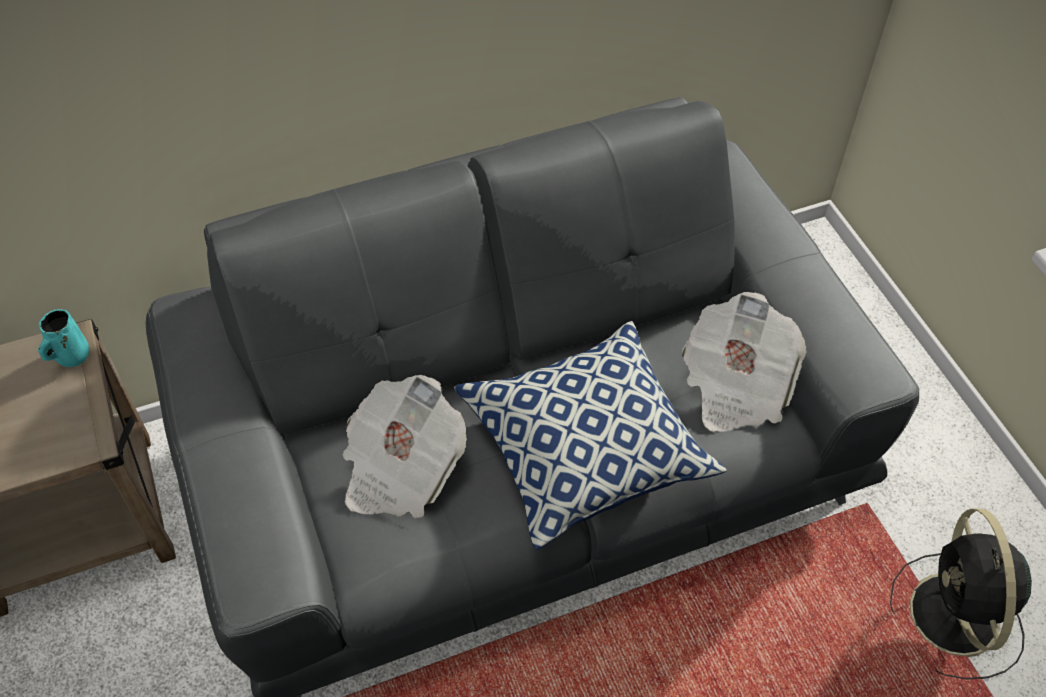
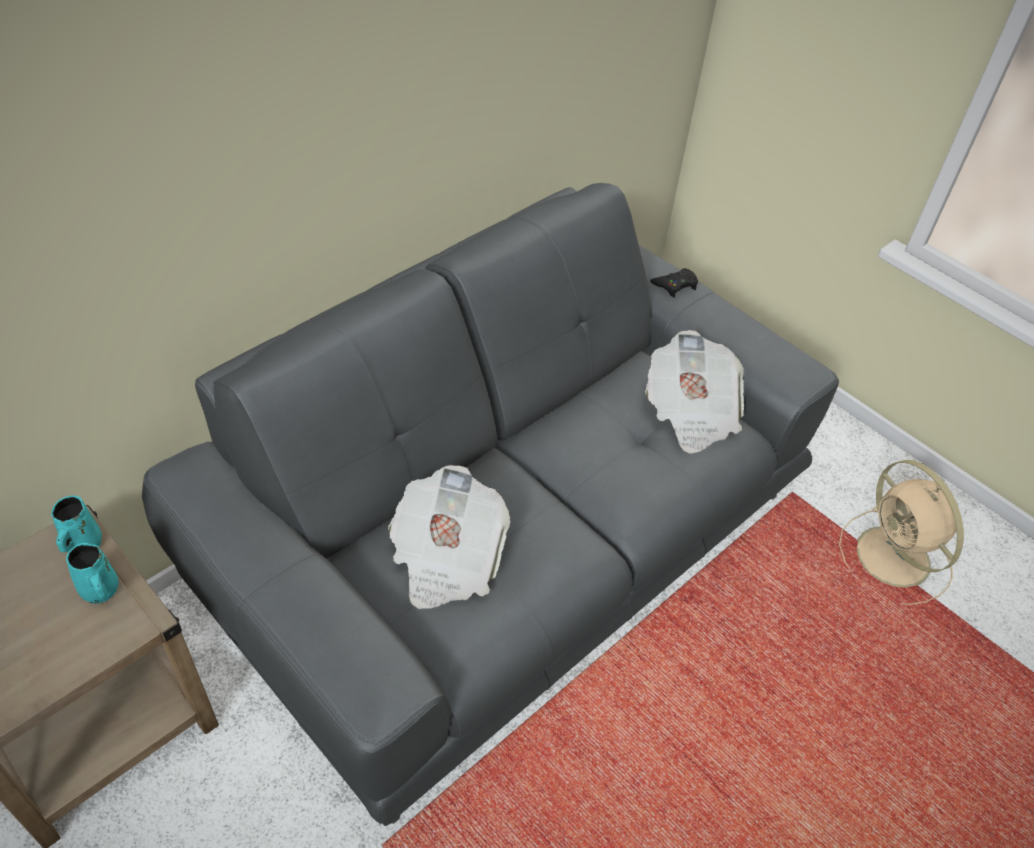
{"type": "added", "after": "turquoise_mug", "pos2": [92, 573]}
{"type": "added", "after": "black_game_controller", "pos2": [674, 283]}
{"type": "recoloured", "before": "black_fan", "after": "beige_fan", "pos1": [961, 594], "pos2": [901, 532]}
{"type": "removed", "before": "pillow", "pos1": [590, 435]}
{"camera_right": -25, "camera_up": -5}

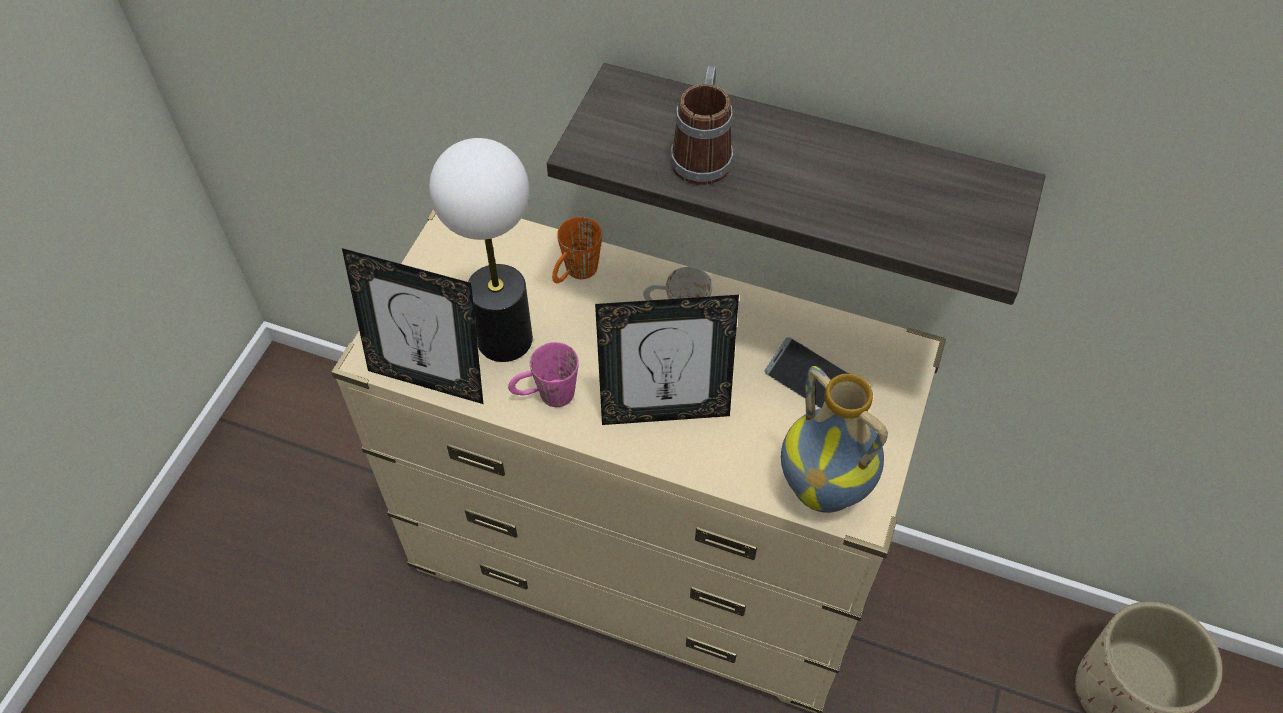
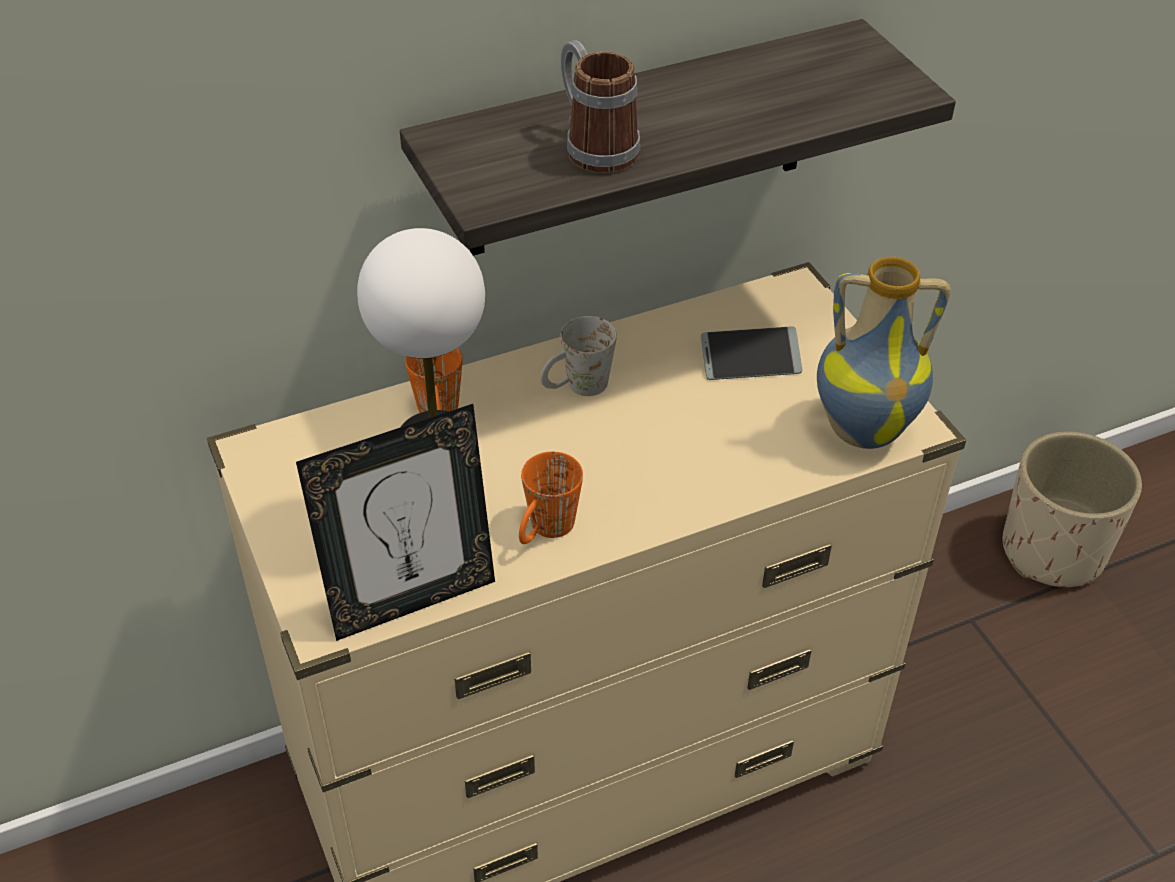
{"type": "recoloured", "before": "pink_mug", "after": "orange_mug", "pos1": [543, 374], "pos2": [551, 497]}
{"type": "removed", "before": "picture_frame", "pos1": [667, 360]}
{"camera_right": -45, "camera_up": -10}

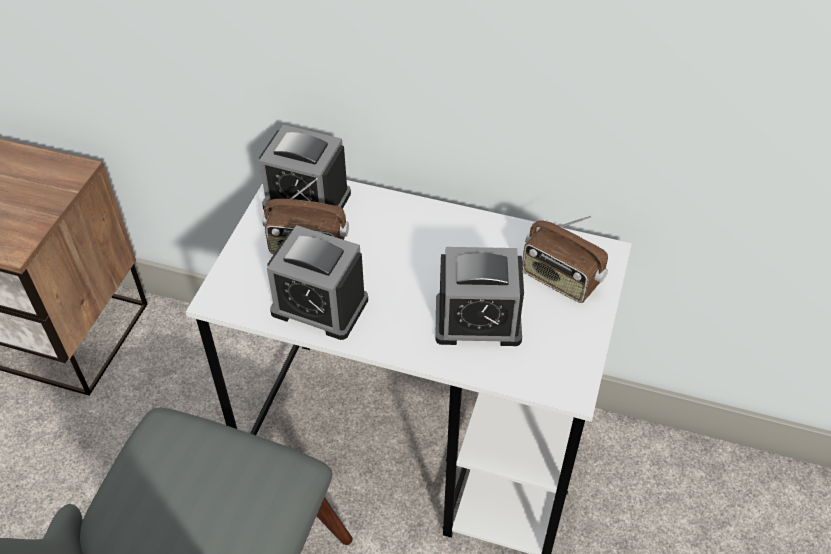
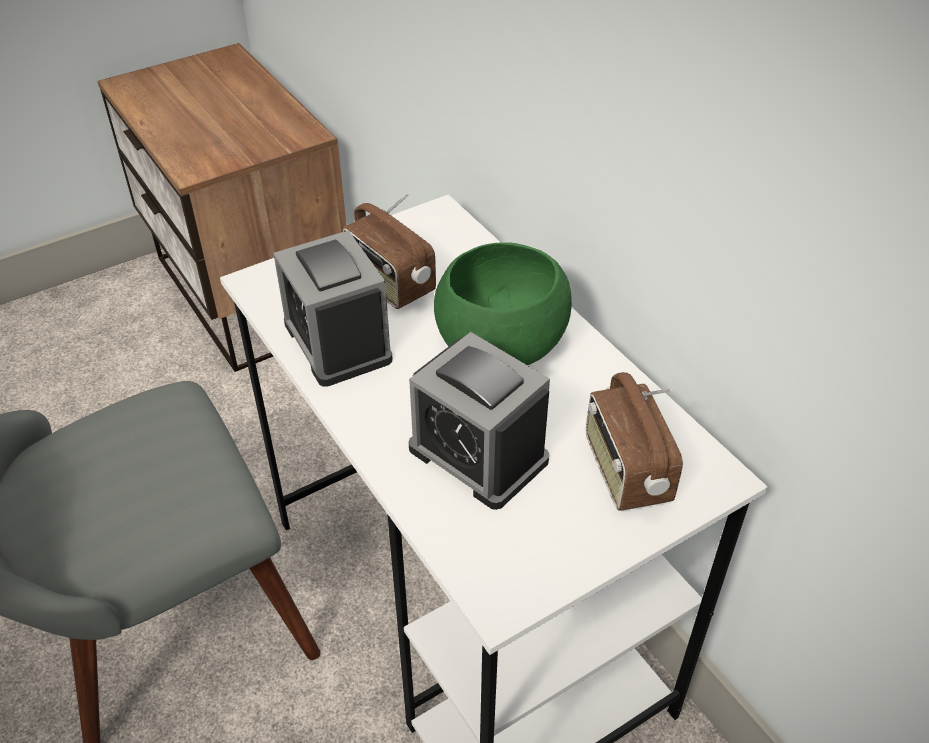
{"type": "added", "after": "green_bowl", "pos2": [503, 303]}
{"type": "removed", "before": "alarm_clock", "pos1": [305, 168]}
{"camera_right": 40, "camera_up": -5}

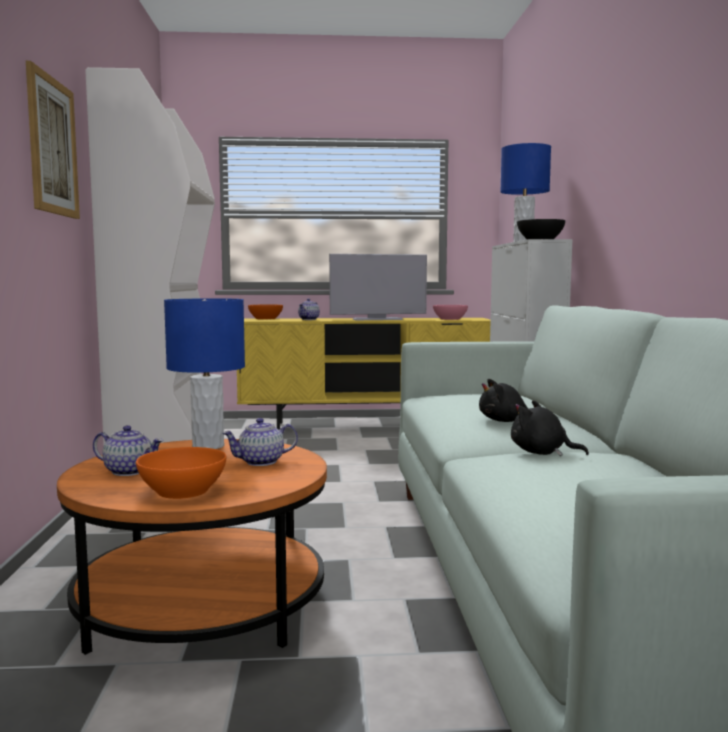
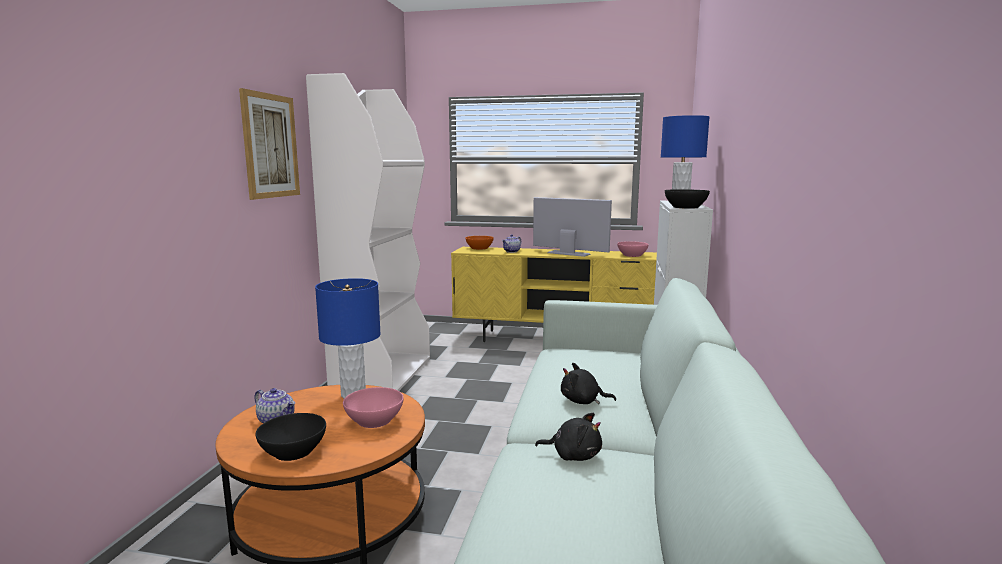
{"type": "recoloured", "before": "orange_bowl", "after": "black_bowl", "pos1": [181, 473], "pos2": [290, 437]}
{"type": "replaced", "before": "teapot", "after": "pink_bowl", "pos1": [260, 442], "pos2": [373, 407]}
{"type": "turned", "before": "television", "pos1": [378, 287], "pos2": [572, 227], "turn": -150}
{"type": "turned", "before": "black_plush_toy", "pos1": [550, 428], "pos2": [568, 437], "turn": 150}
{"camera_right": 15, "camera_up": 5}

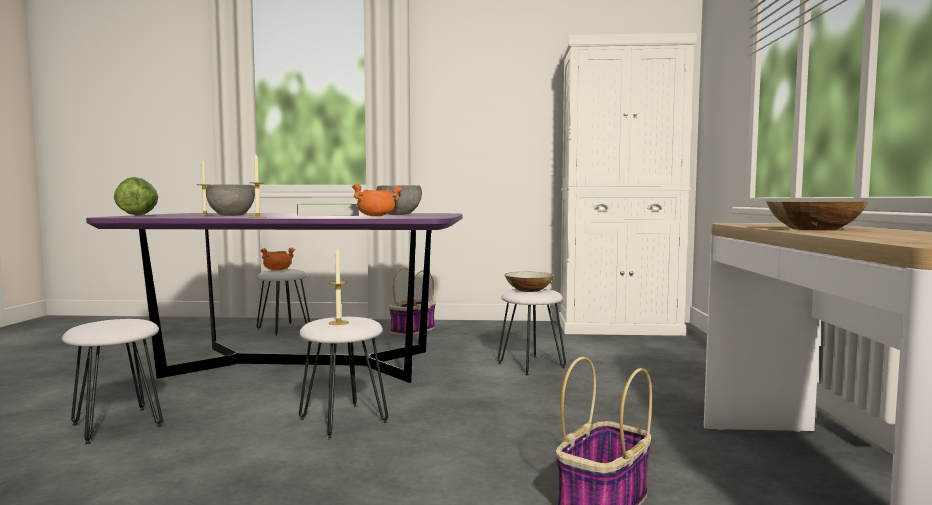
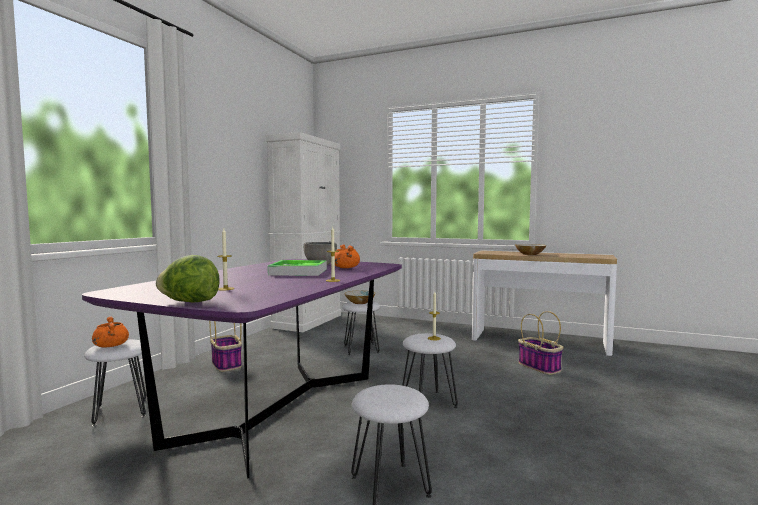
{"type": "removed", "before": "grey_bowl", "pos1": [230, 200]}
{"camera_right": -70, "camera_up": 0}

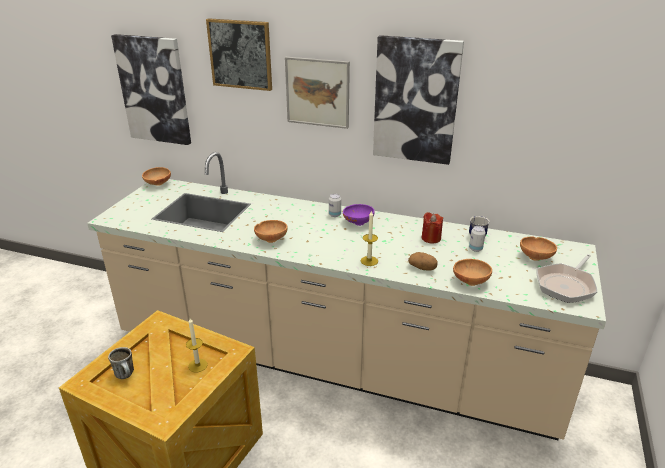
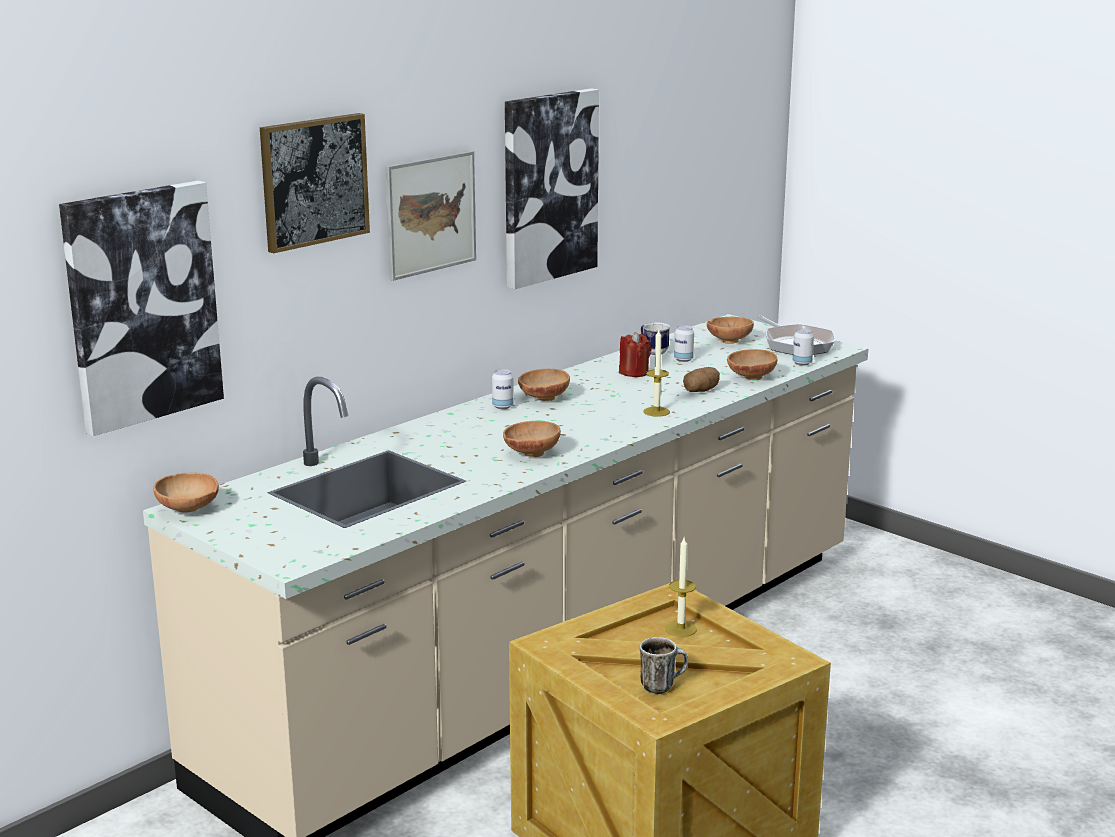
{"type": "recoloured", "before": "purple_bowl", "after": "brown_bowl", "pos1": [359, 215], "pos2": [544, 385]}
{"type": "added", "after": "can", "pos2": [803, 347]}
{"camera_right": -65, "camera_up": -10}

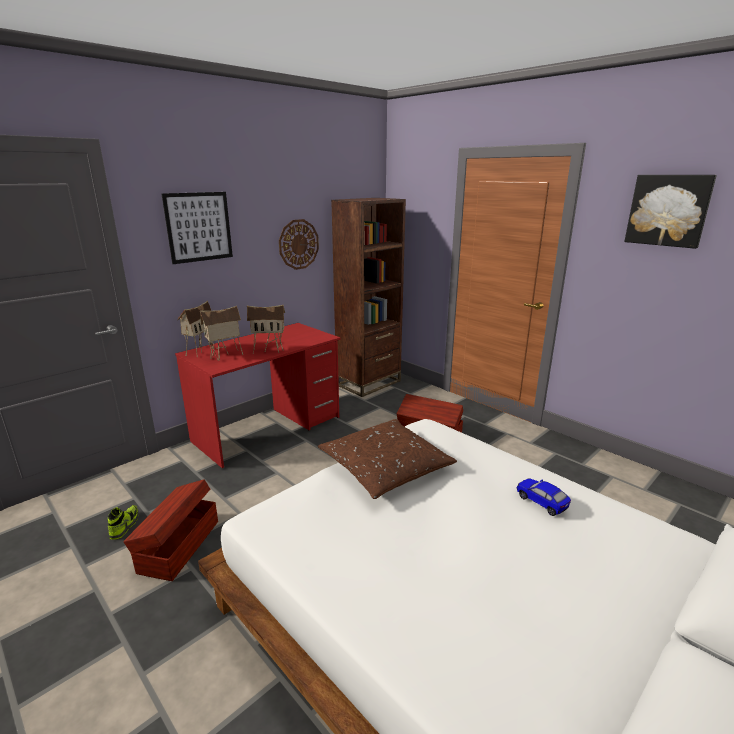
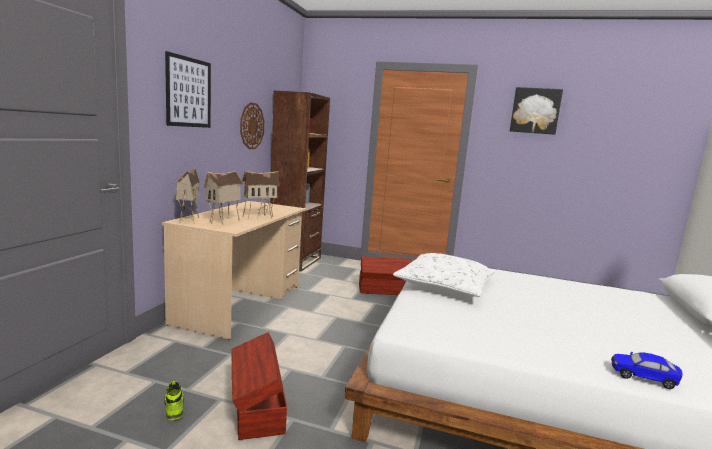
{"type": "recoloured", "before": "red_desk", "after": "beige_desk", "pos1": [257, 395], "pos2": [234, 270]}
{"type": "recoloured", "before": "brown_pillow", "after": "white_pillow", "pos1": [387, 459], "pos2": [444, 275]}
{"type": "moved", "before": "toy_car", "pos1": [544, 497], "pos2": [647, 370]}
{"camera_right": -30, "camera_up": -10}

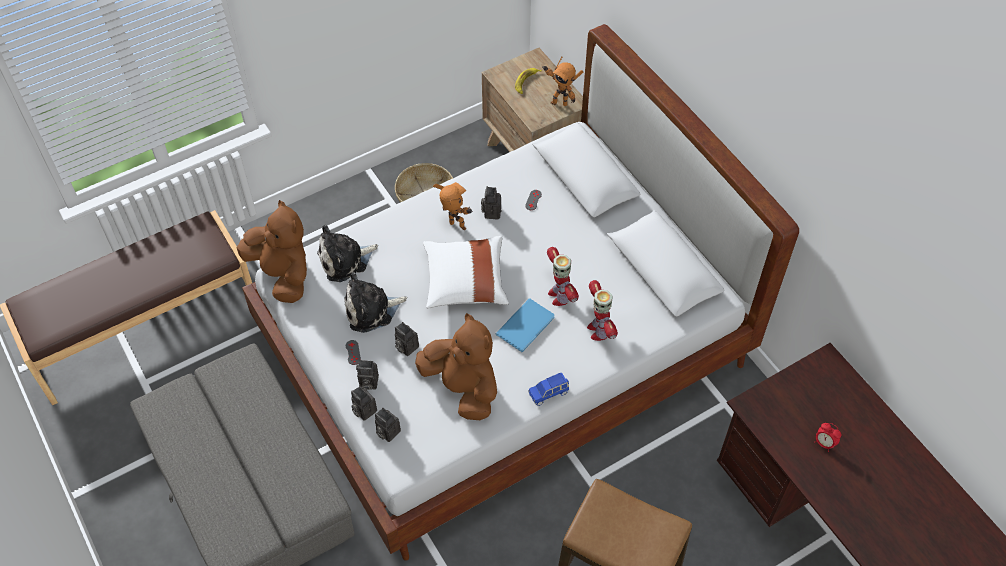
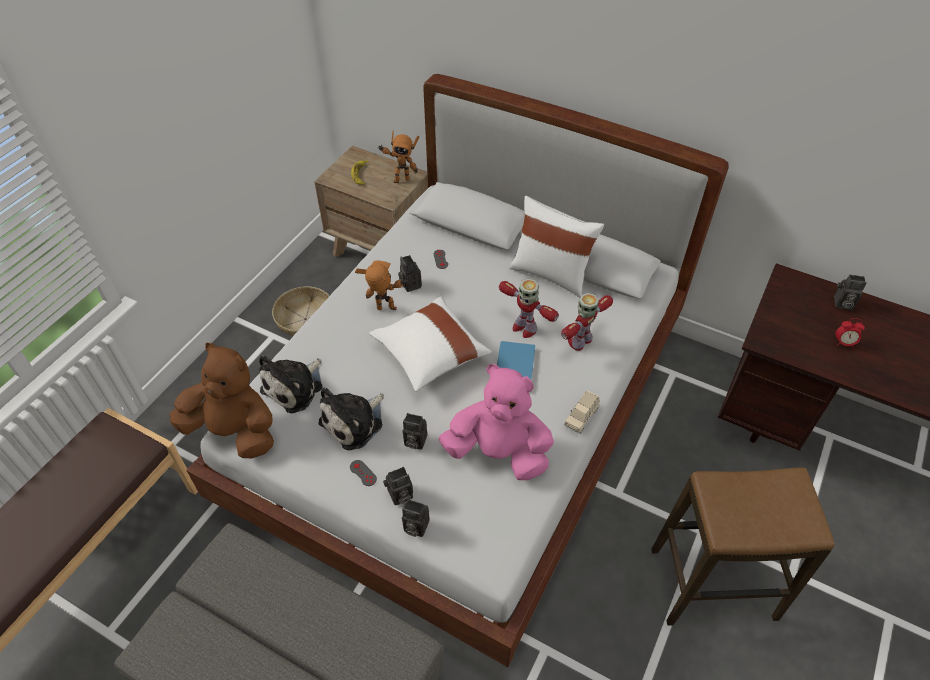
{"type": "recoloured", "before": "brown_plush_toy", "after": "pink_plush_toy", "pos1": [456, 366], "pos2": [496, 422]}
{"type": "added", "after": "white_pillow", "pos2": [556, 247]}
{"type": "turned", "before": "toy_robot", "pos1": [602, 310], "pos2": [587, 322], "turn": 90}
{"type": "recoloured", "before": "blue_toy_car", "after": "beige_toy_car", "pos1": [548, 389], "pos2": [582, 412]}
{"type": "moved", "before": "photo_camera", "pos1": [388, 425], "pos2": [850, 292]}
{"camera_right": -30, "camera_up": -5}

